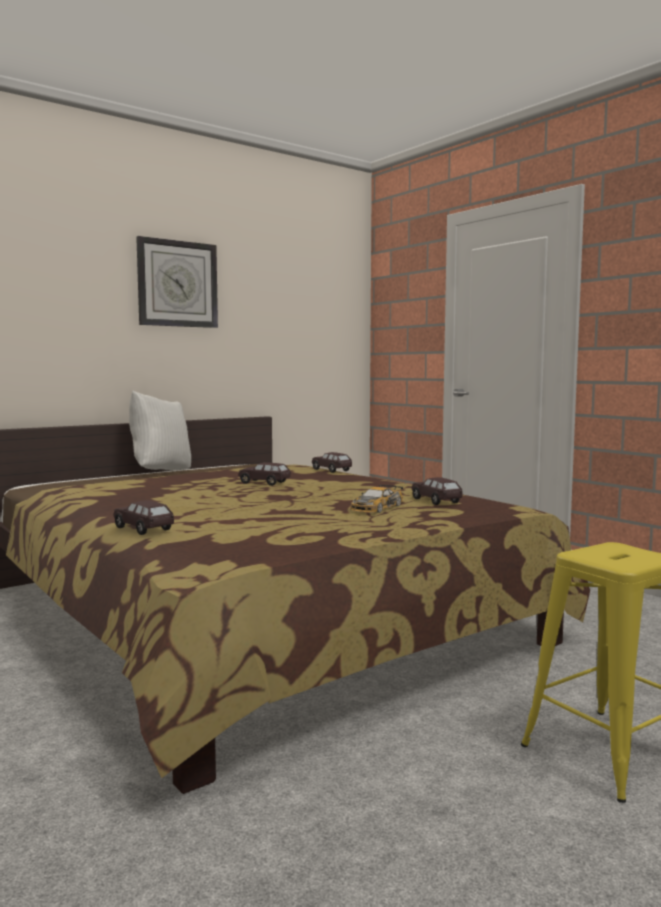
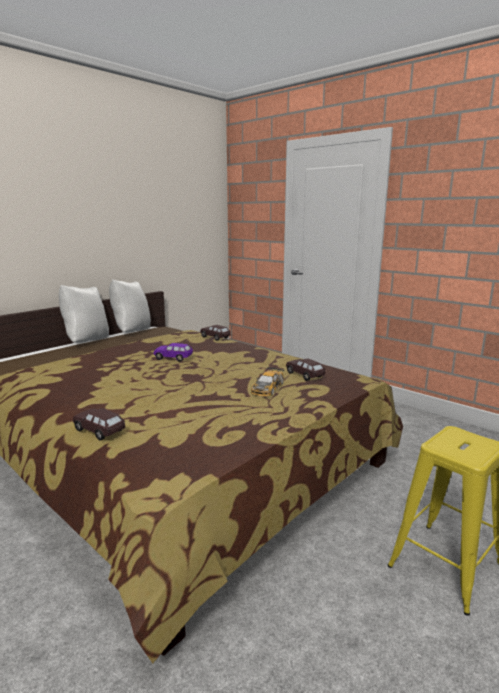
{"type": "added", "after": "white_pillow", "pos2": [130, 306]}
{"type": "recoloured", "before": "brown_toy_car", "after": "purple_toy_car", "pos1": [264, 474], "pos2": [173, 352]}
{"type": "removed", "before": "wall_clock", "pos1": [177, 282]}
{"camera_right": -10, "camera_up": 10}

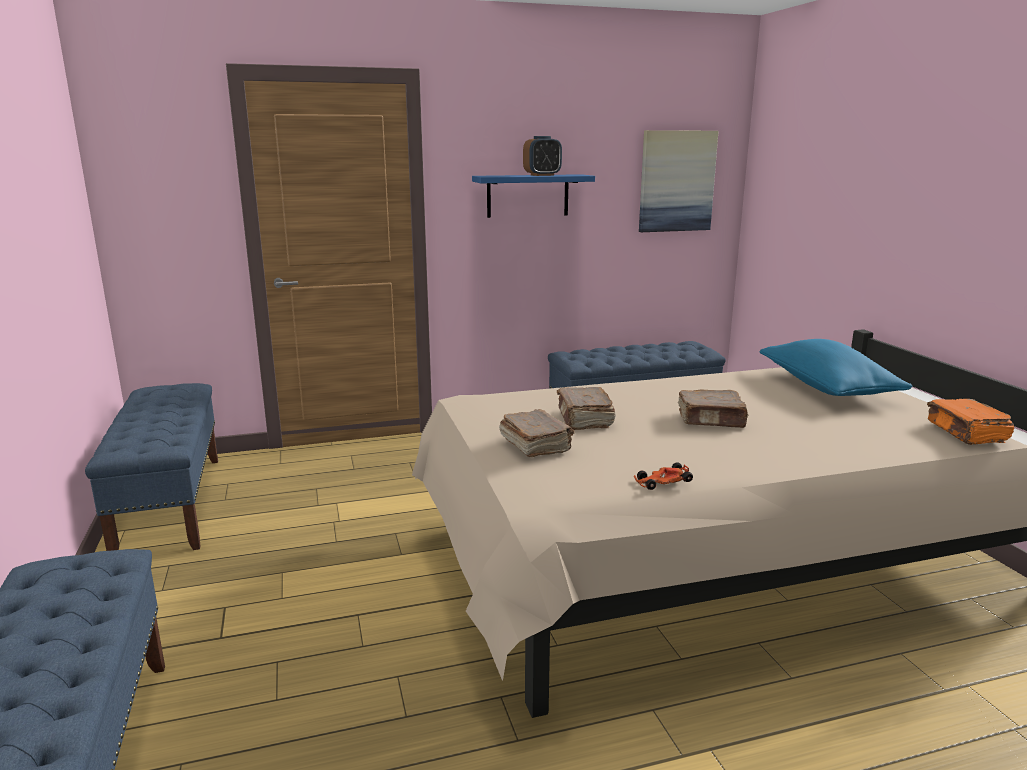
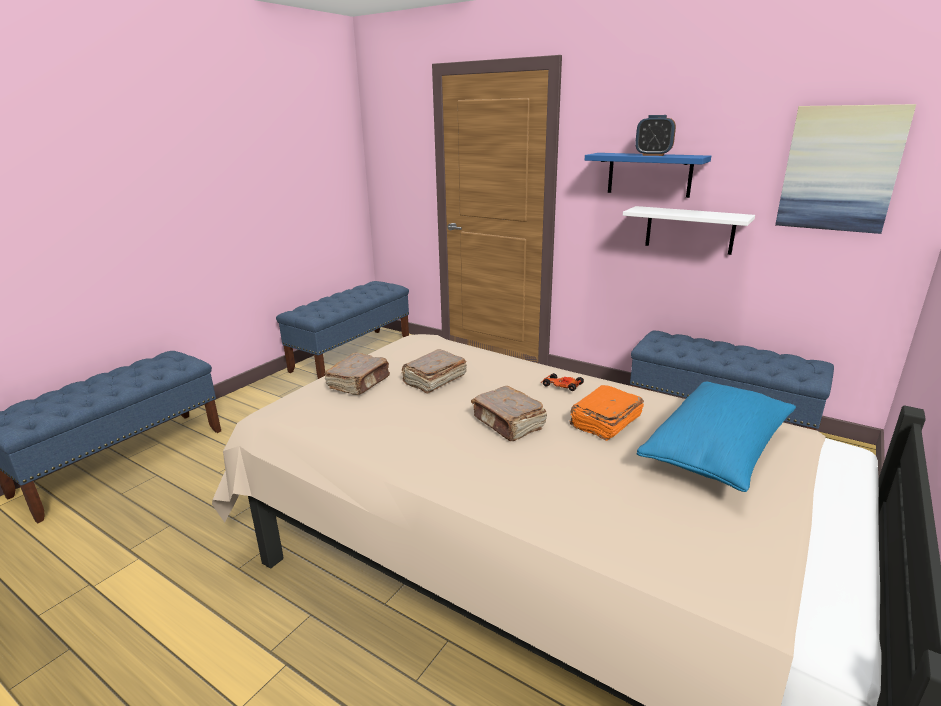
{"type": "moved", "before": "toy_car", "pos1": [663, 476], "pos2": [562, 382]}
{"type": "moved", "before": "orange_book", "pos1": [970, 422], "pos2": [607, 413]}
{"type": "added", "after": "white_shelf", "pos2": [689, 230]}
{"camera_right": 50, "camera_up": 5}

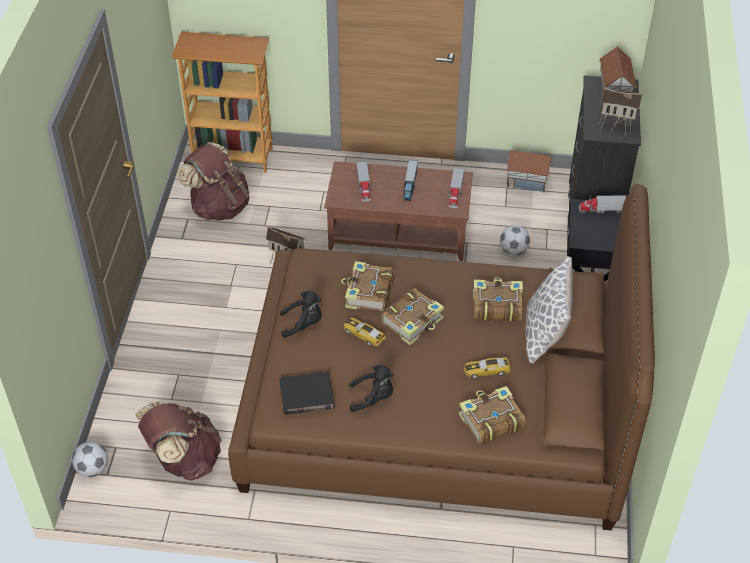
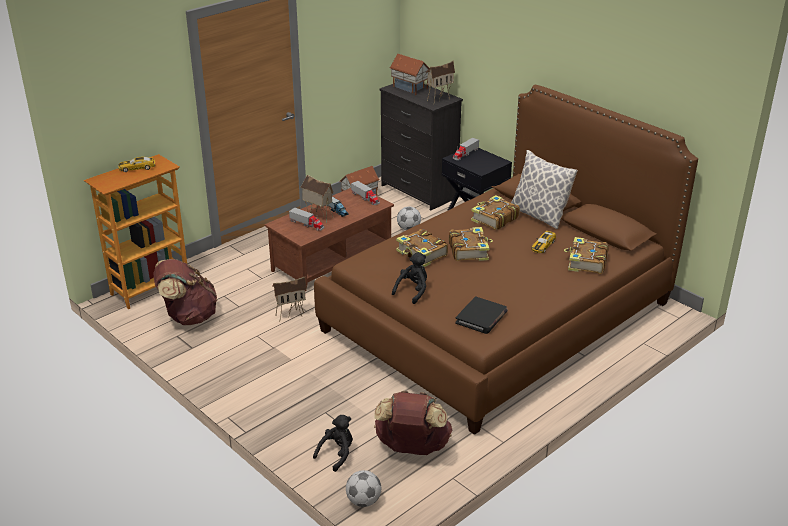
{"type": "moved", "before": "toy_car", "pos1": [365, 332], "pos2": [136, 164]}
{"type": "added", "after": "toy_house", "pos2": [317, 198]}
{"type": "moved", "before": "black_plush_toy", "pos1": [371, 388], "pos2": [333, 443]}
{"camera_right": -50, "camera_up": -15}

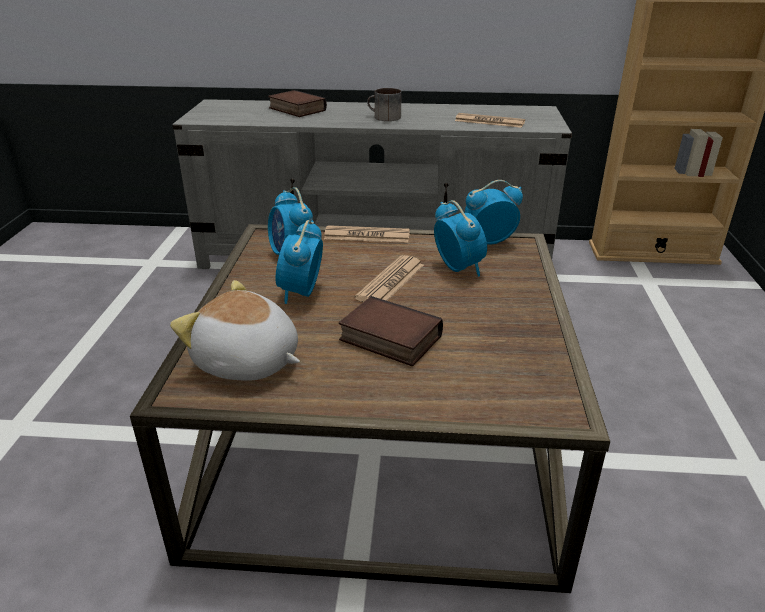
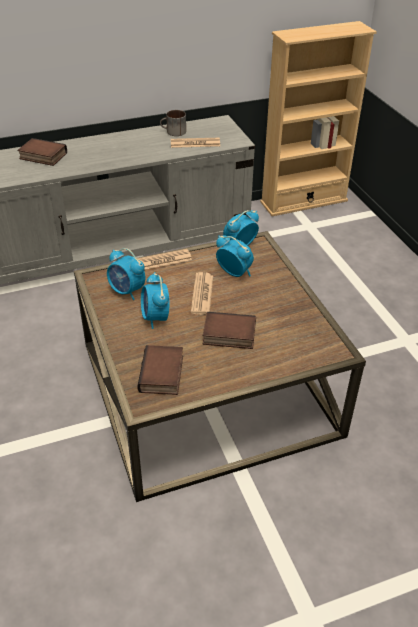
{"type": "replaced", "before": "plush_toy", "after": "book", "pos1": [235, 330], "pos2": [160, 370]}
{"type": "moved", "before": "mug", "pos1": [384, 104], "pos2": [173, 123]}
{"camera_right": -25, "camera_up": 10}

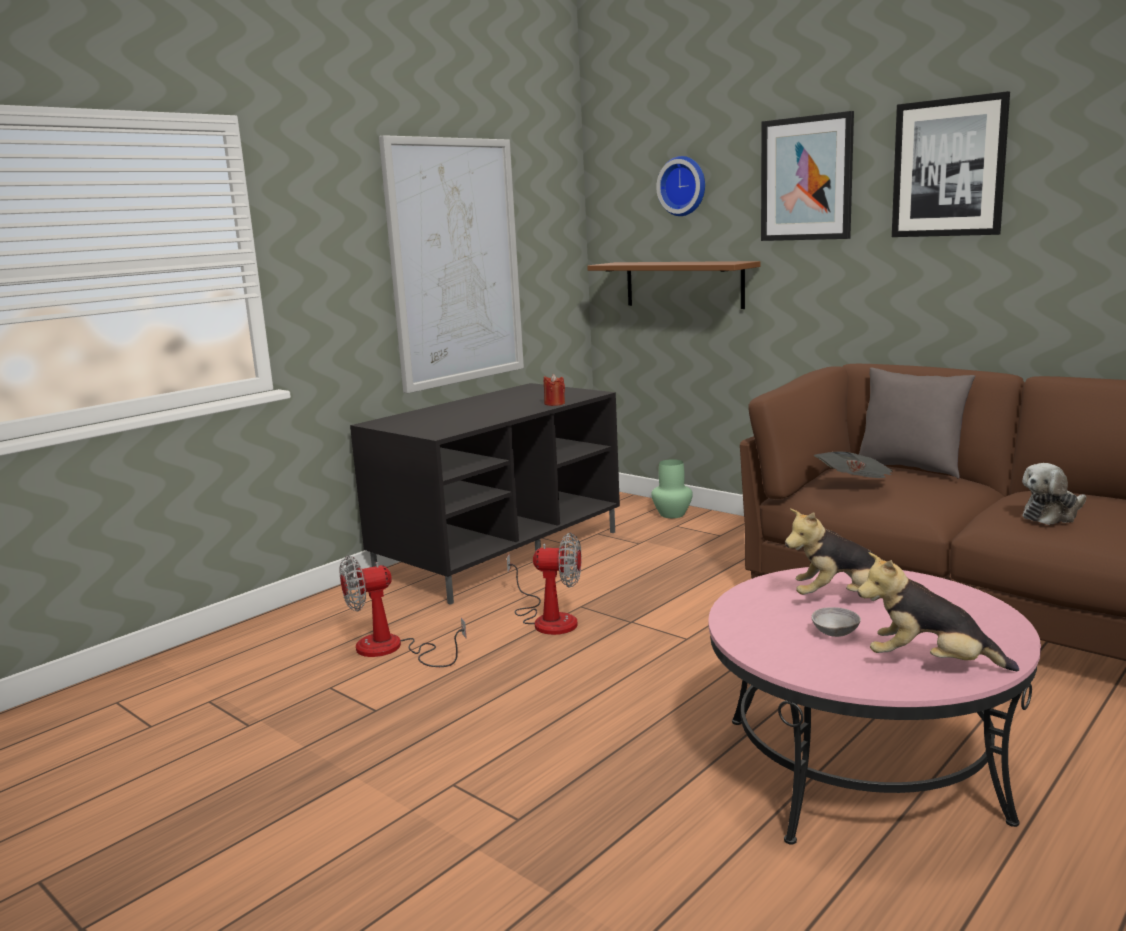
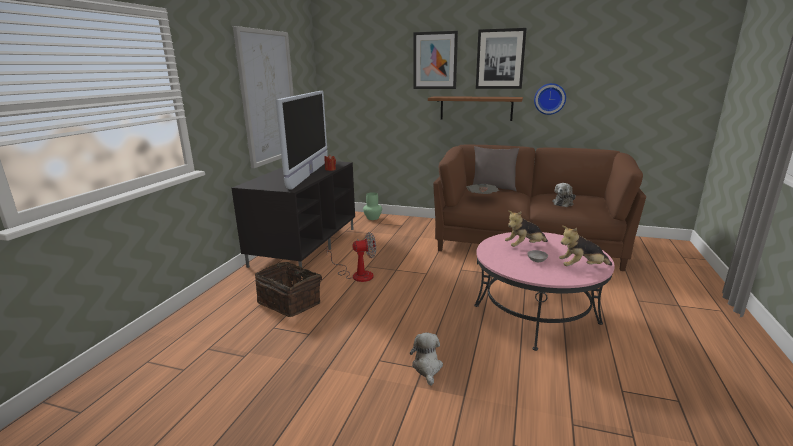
{"type": "replaced", "before": "fan", "after": "basket", "pos1": [403, 611], "pos2": [288, 289]}
{"type": "added", "after": "television", "pos2": [302, 140]}
{"type": "added", "after": "plush_toy", "pos2": [426, 359]}
{"type": "moved", "before": "brown_shelf", "pos1": [673, 285], "pos2": [475, 108]}
{"type": "moved", "before": "wall_clock", "pos1": [680, 186], "pos2": [550, 99]}
{"camera_right": -25, "camera_up": 5}

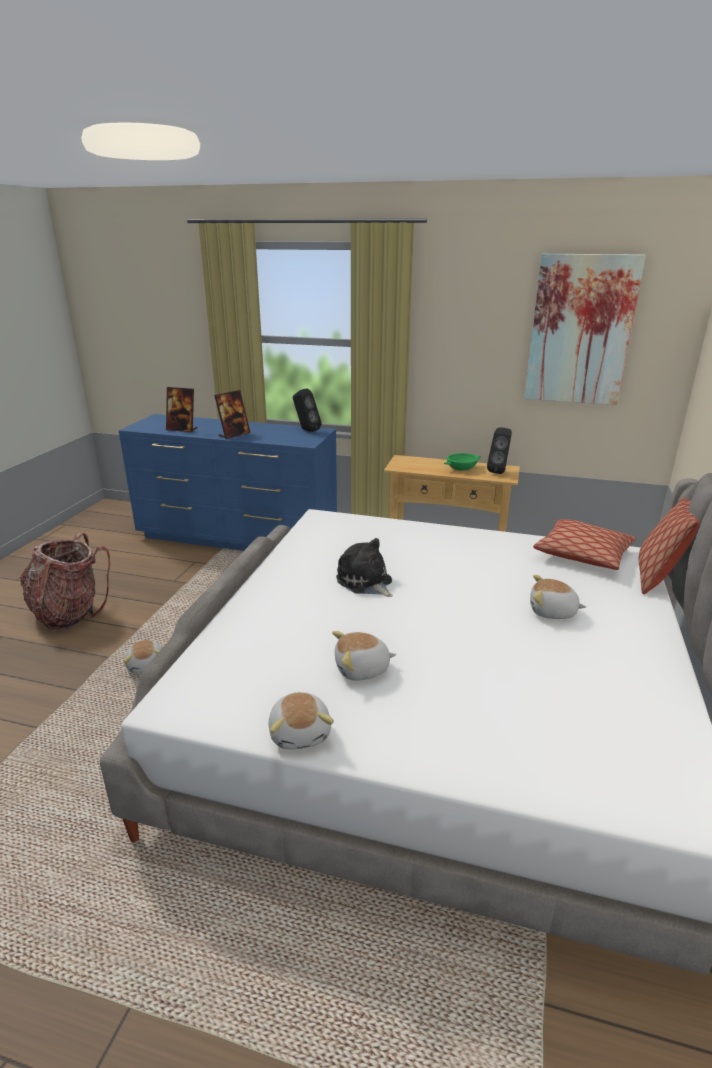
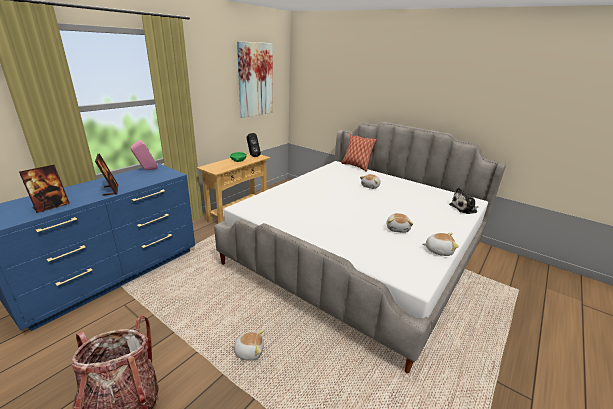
{"type": "recoloured", "before": "black_speaker", "after": "pink_speaker", "pos1": [307, 410], "pos2": [144, 155]}
{"type": "moved", "before": "plush_toy", "pos1": [364, 567], "pos2": [463, 201]}
{"type": "removed", "before": "pillow", "pos1": [584, 544]}
{"camera_right": -70, "camera_up": 0}

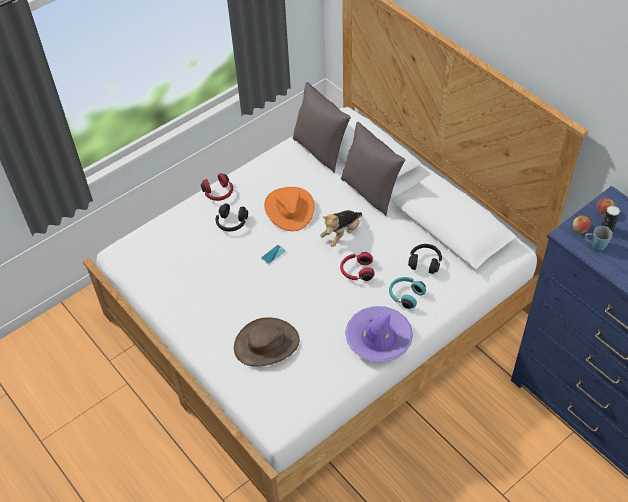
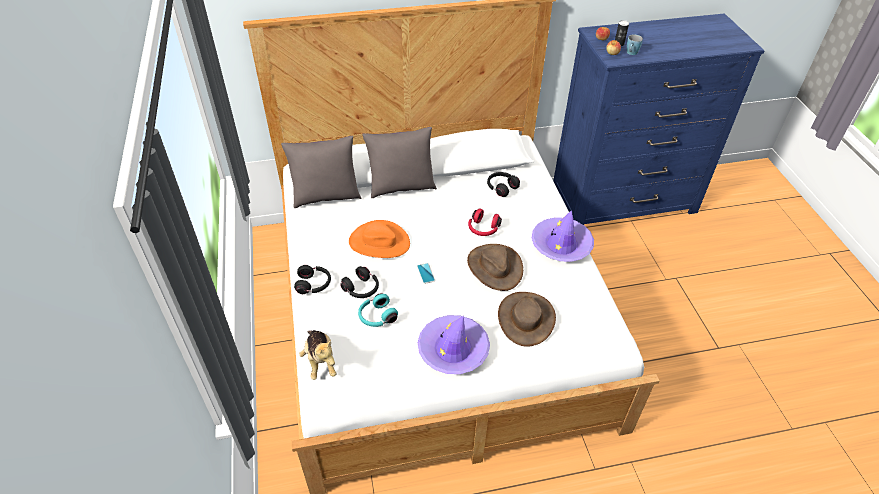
{"type": "recoloured", "before": "red_headphones", "after": "black_headphones", "pos1": [217, 187], "pos2": [312, 279]}
{"type": "moved", "before": "plush_toy", "pos1": [341, 228], "pos2": [317, 355]}
{"type": "moved", "before": "turquoise_headphones", "pos1": [407, 293], "pos2": [378, 310]}
{"type": "added", "after": "purple_hat", "pos2": [454, 344]}
{"type": "added", "after": "brown_hat", "pos2": [495, 267]}
{"camera_right": -65, "camera_up": -5}

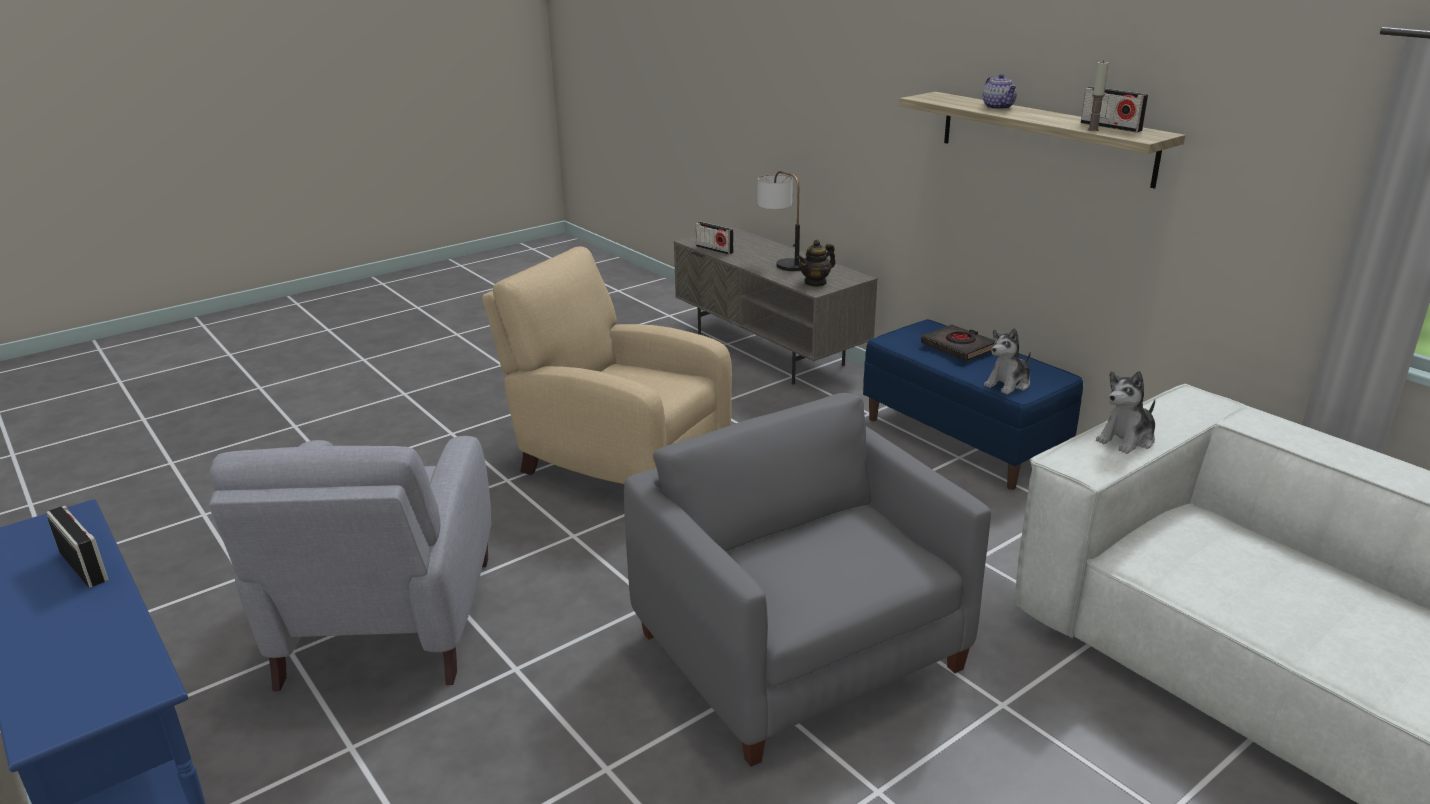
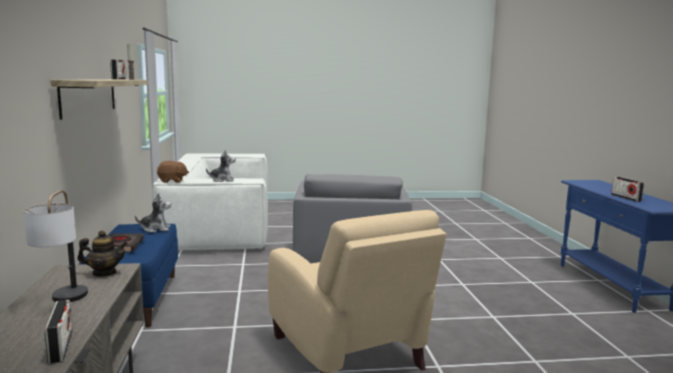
{"type": "added", "after": "brown_plush_toy", "pos2": [173, 172]}
{"type": "removed", "before": "grey_armchair", "pos1": [350, 563]}
{"type": "removed", "before": "teapot", "pos1": [999, 91]}
{"camera_right": -150, "camera_up": -15}

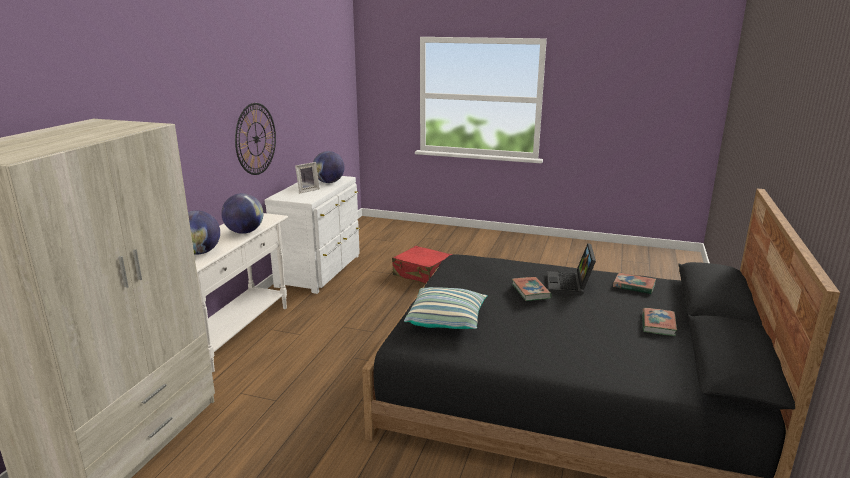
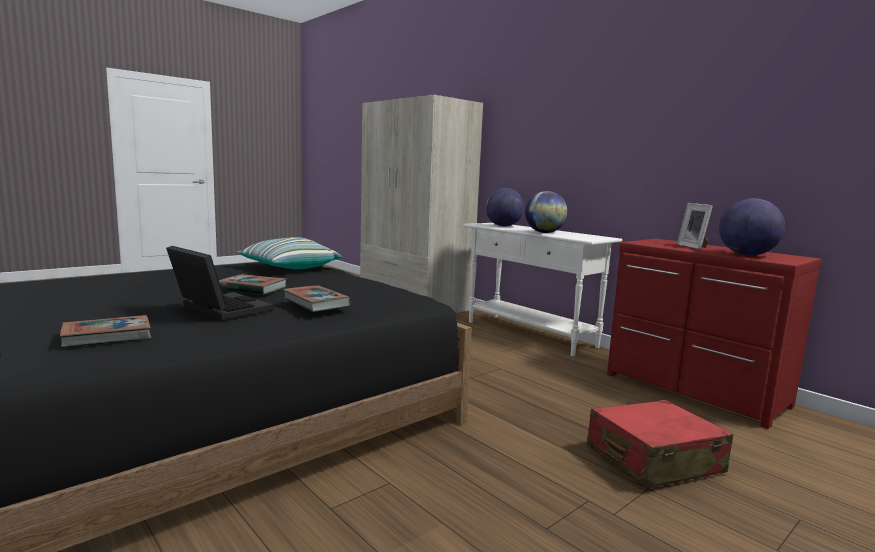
{"type": "moved", "before": "book", "pos1": [659, 322], "pos2": [317, 299]}
{"type": "recoloured", "before": "white_dresser", "after": "red_dresser", "pos1": [312, 235], "pos2": [714, 334]}
{"type": "removed", "before": "wall_clock", "pos1": [255, 139]}
{"camera_right": 120, "camera_up": -10}

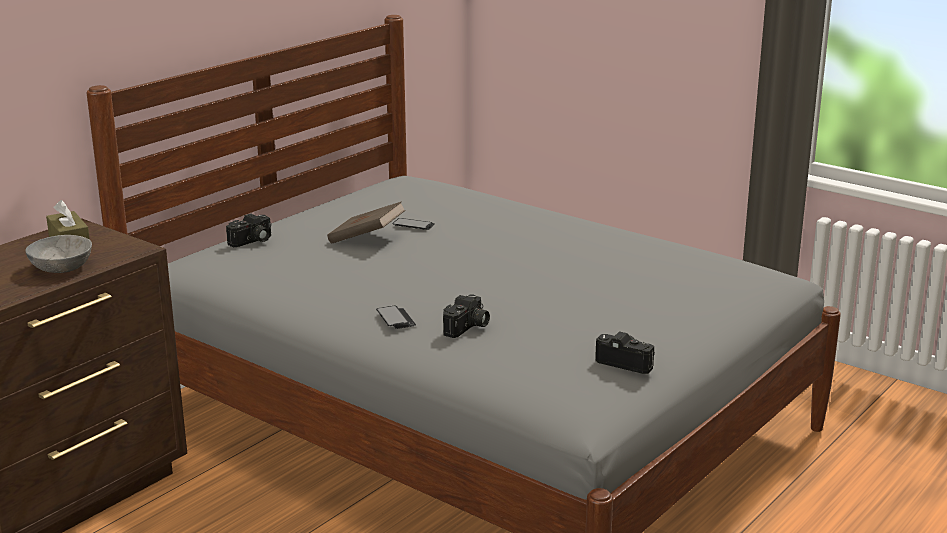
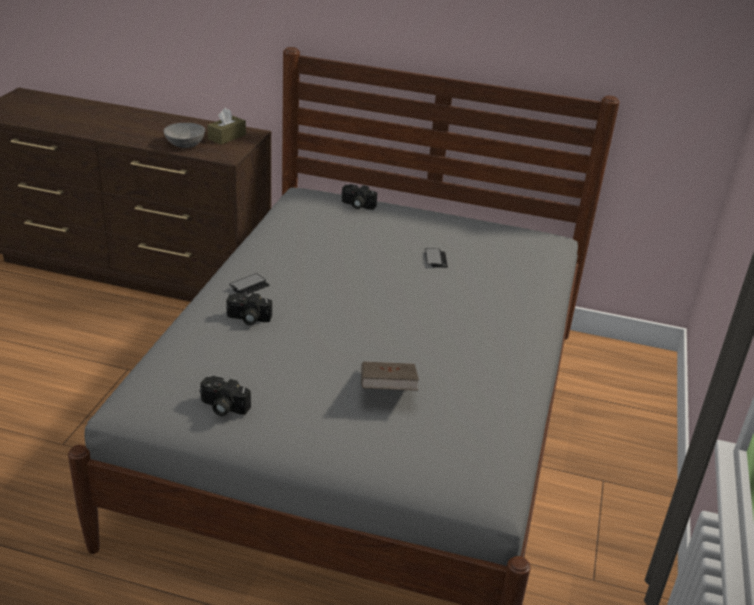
{"type": "turned", "before": "photo_camera", "pos1": [625, 352], "pos2": [225, 396], "turn": 105}
{"type": "moved", "before": "brown_book", "pos1": [366, 222], "pos2": [390, 376]}
{"camera_right": 65, "camera_up": 10}

